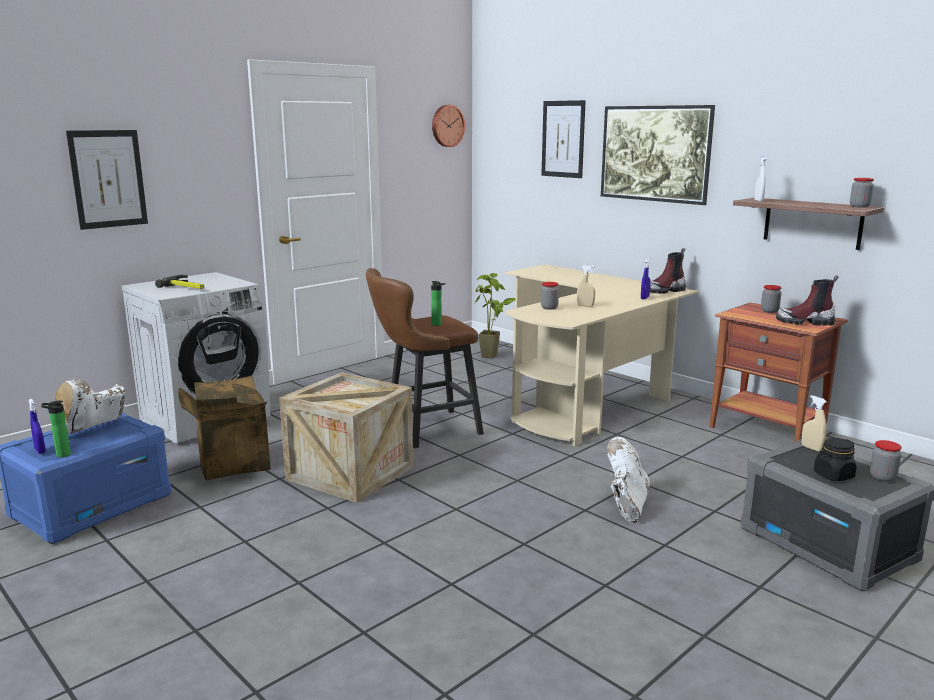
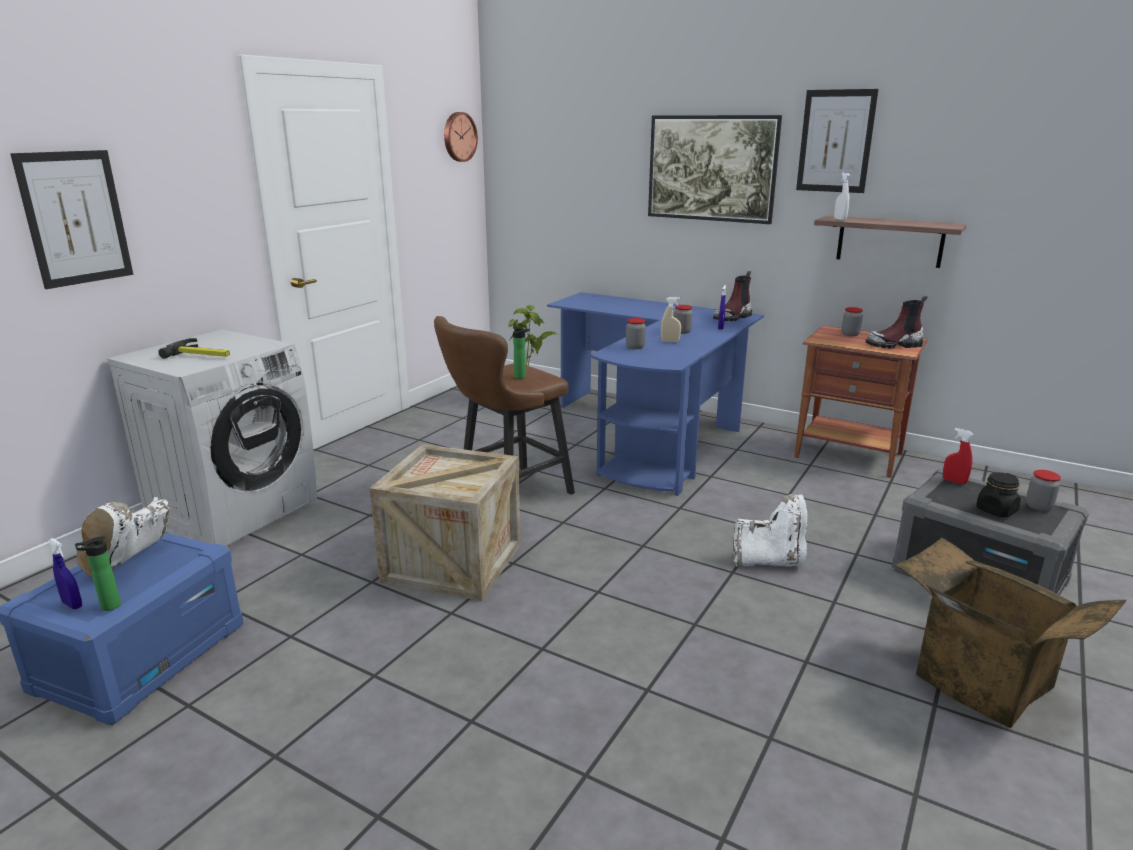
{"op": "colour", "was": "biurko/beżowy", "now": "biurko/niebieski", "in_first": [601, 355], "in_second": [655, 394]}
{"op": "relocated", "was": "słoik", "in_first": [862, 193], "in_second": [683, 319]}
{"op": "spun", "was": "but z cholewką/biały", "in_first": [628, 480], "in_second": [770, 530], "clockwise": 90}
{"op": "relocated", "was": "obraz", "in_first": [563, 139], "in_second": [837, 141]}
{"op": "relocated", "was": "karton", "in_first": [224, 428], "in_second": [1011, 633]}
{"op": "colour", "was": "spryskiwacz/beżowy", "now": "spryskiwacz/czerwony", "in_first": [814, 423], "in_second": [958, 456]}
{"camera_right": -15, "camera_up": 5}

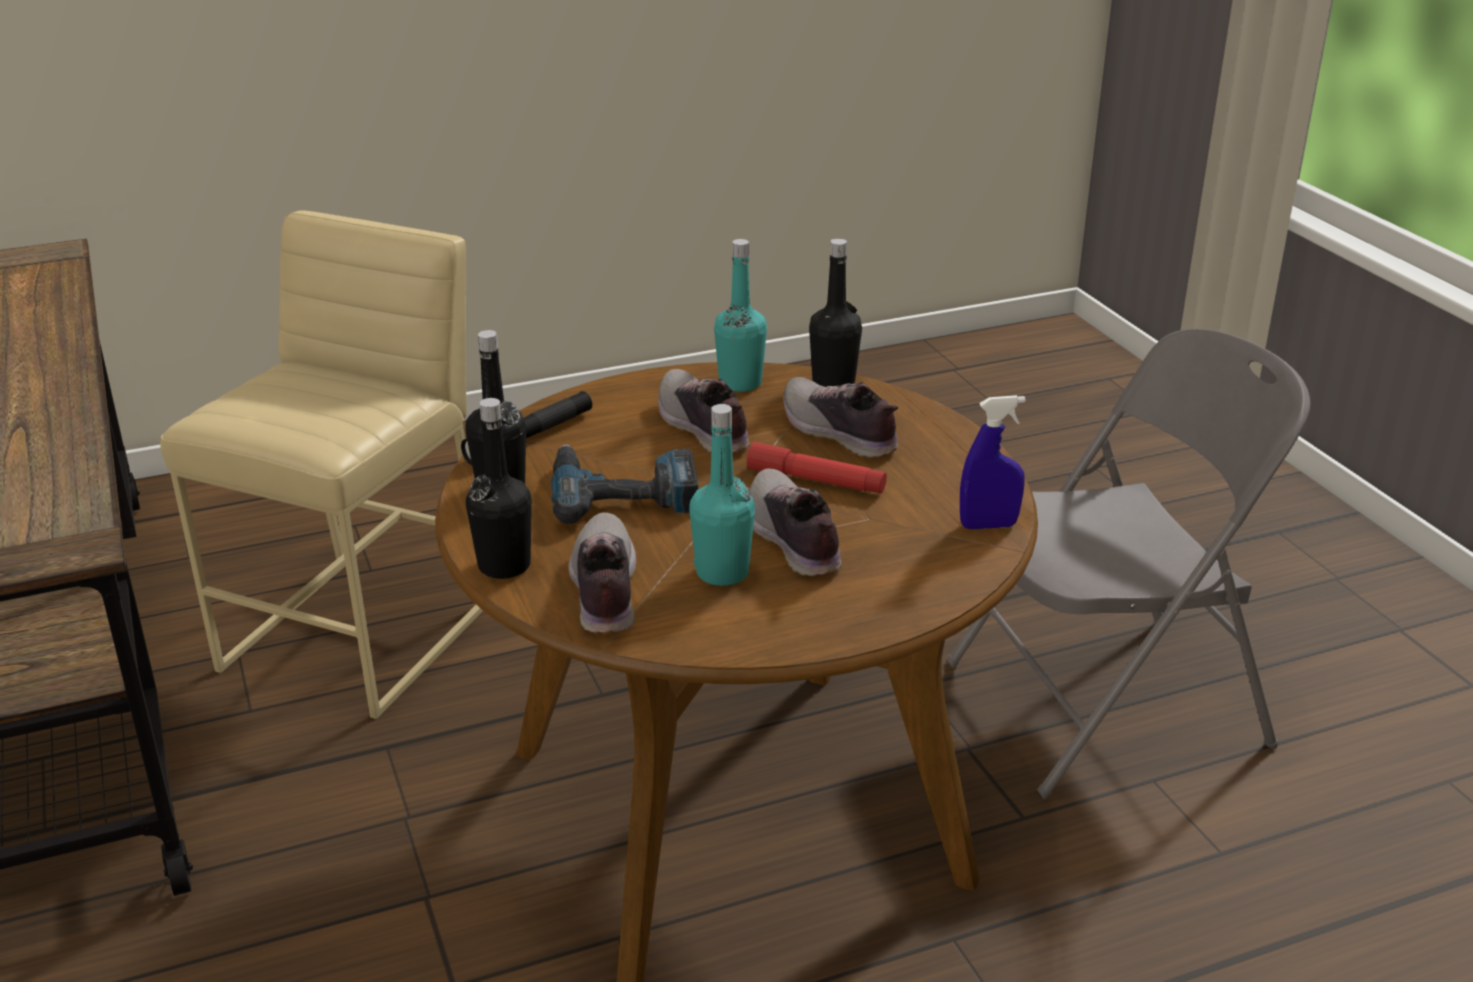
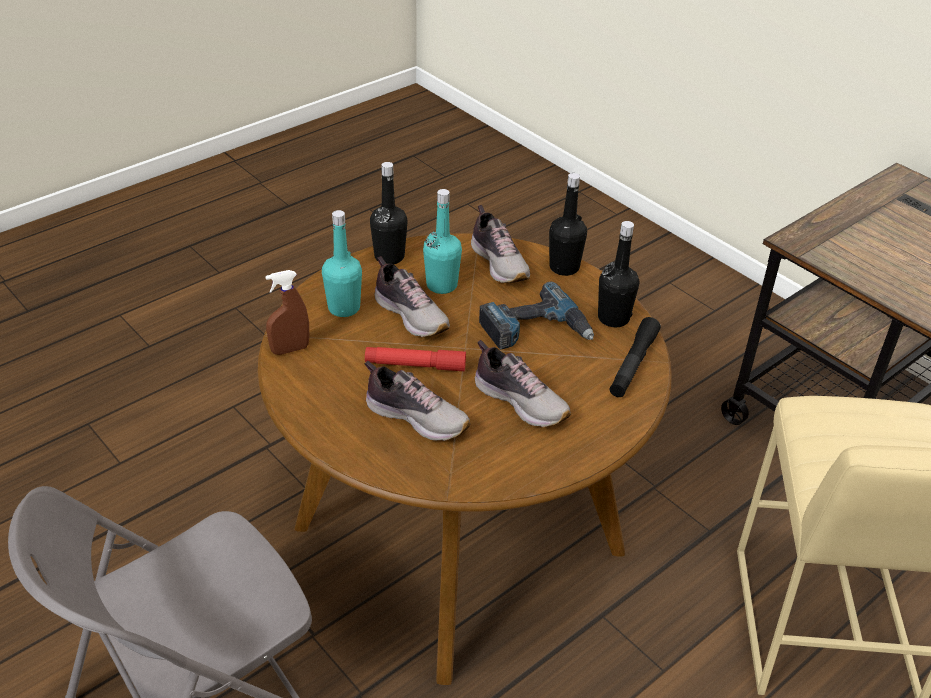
{"op": "colour", "was": "spryskiwacz/niebieski", "now": "spryskiwacz/brązowy", "in_first": [993, 462], "in_second": [287, 312]}
{"op": "relocated", "was": "butelka/turkusowy", "in_first": [740, 315], "in_second": [342, 263]}
{"op": "relocated", "was": "butelka/czarny", "in_first": [835, 313], "in_second": [389, 213]}
{"camera_right": 160, "camera_up": 10}

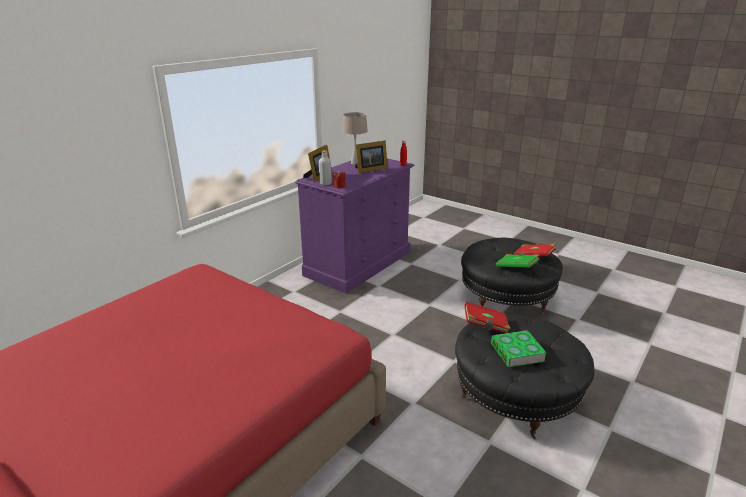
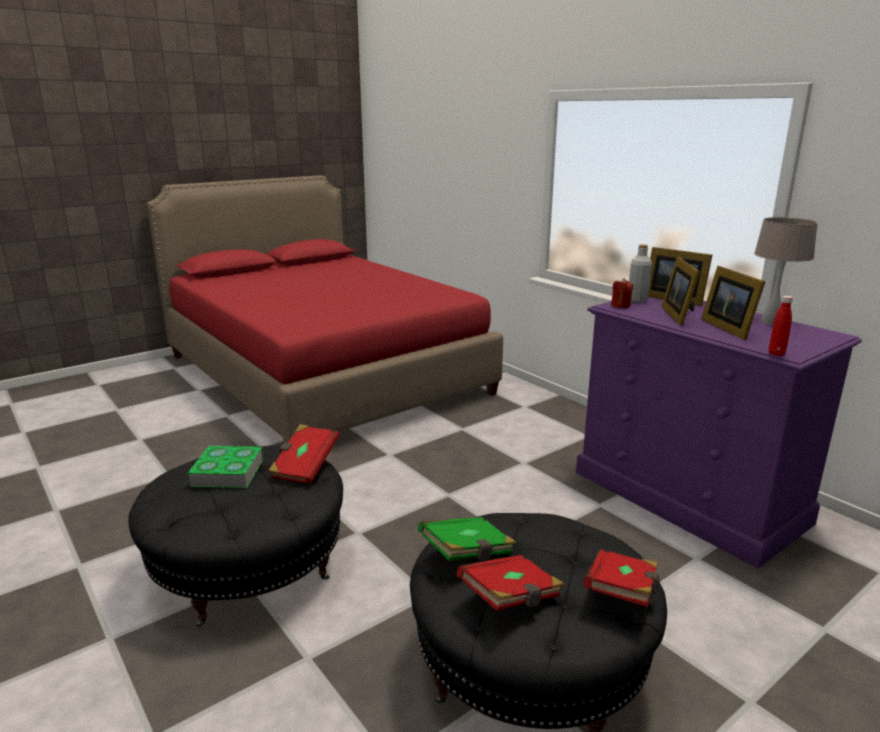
{"op": "appeared", "now": "książka/czerwony", "in_second": [622, 578]}
{"op": "appeared", "now": "ramka na zdjęcie", "in_second": [680, 291]}
{"camera_right": 105, "camera_up": -5}

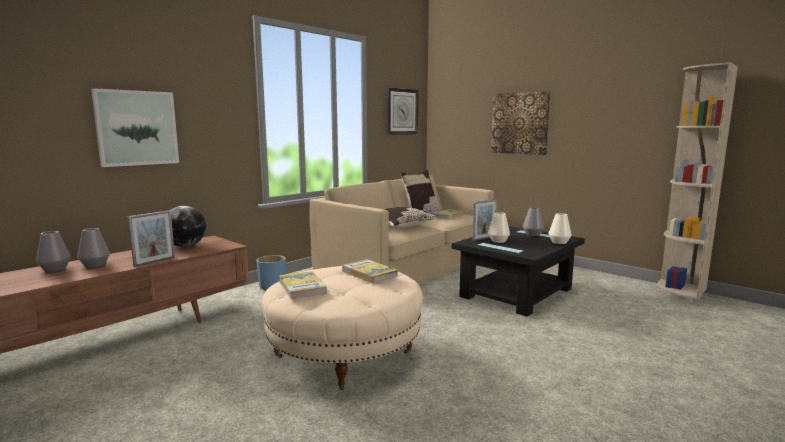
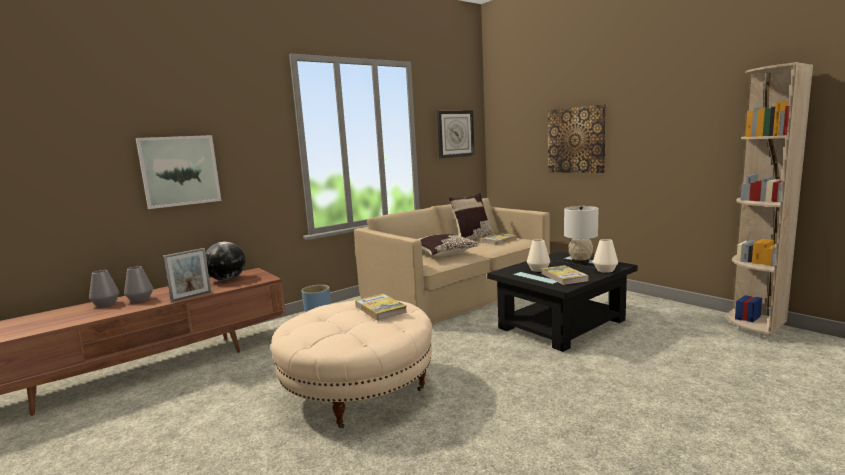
{"op": "relocated", "was": "książka", "in_first": [303, 285], "in_second": [565, 275]}
{"op": "exchanged", "was": "wazon/szary", "now": "lampa stołowa/biały", "in_first": [533, 221], "in_second": [581, 234]}
{"op": "missing", "was": "ramka na zdjęcie", "in_first": [484, 220]}
{"camera_right": 10, "camera_up": 0}

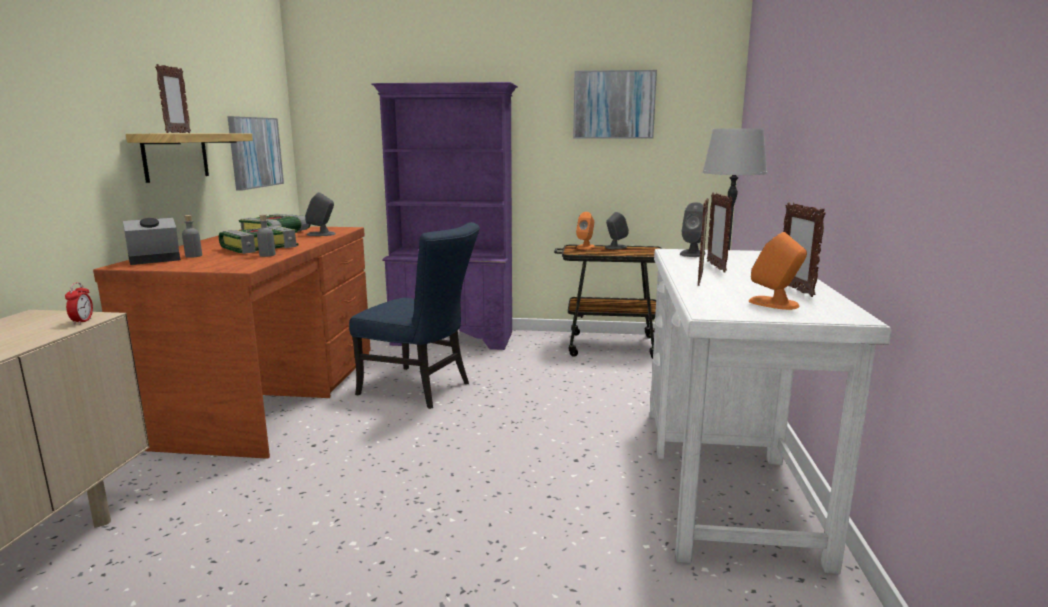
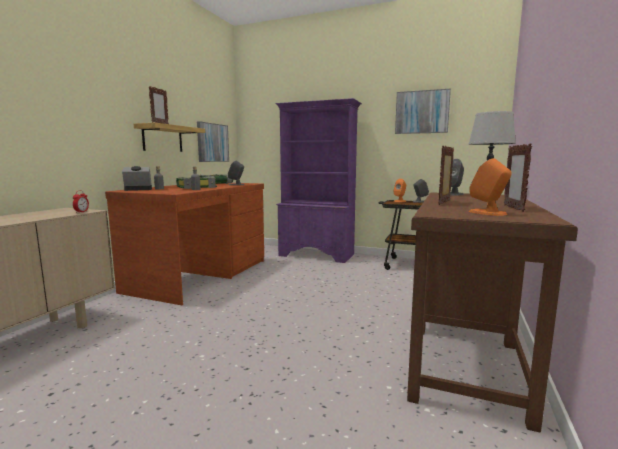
{"op": "colour", "was": "biurko/biały", "now": "biurko/brązowy", "in_first": [770, 411], "in_second": [492, 312]}
{"op": "missing", "was": "krzesło/niebieski", "in_first": [414, 315]}
{"op": "missing", "was": "ramka na zdjęcie", "in_first": [720, 232]}
{"camera_right": 15, "camera_up": -5}

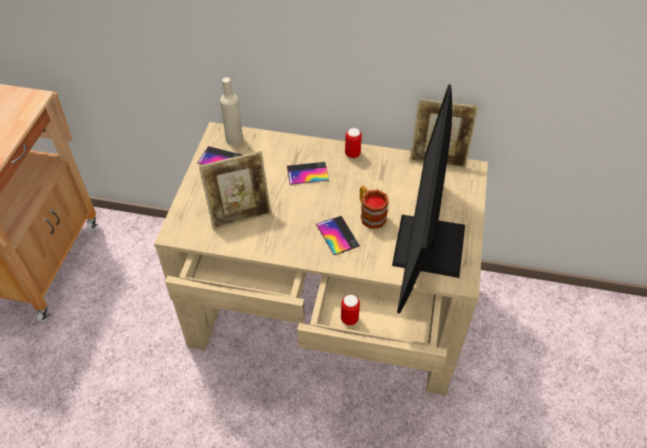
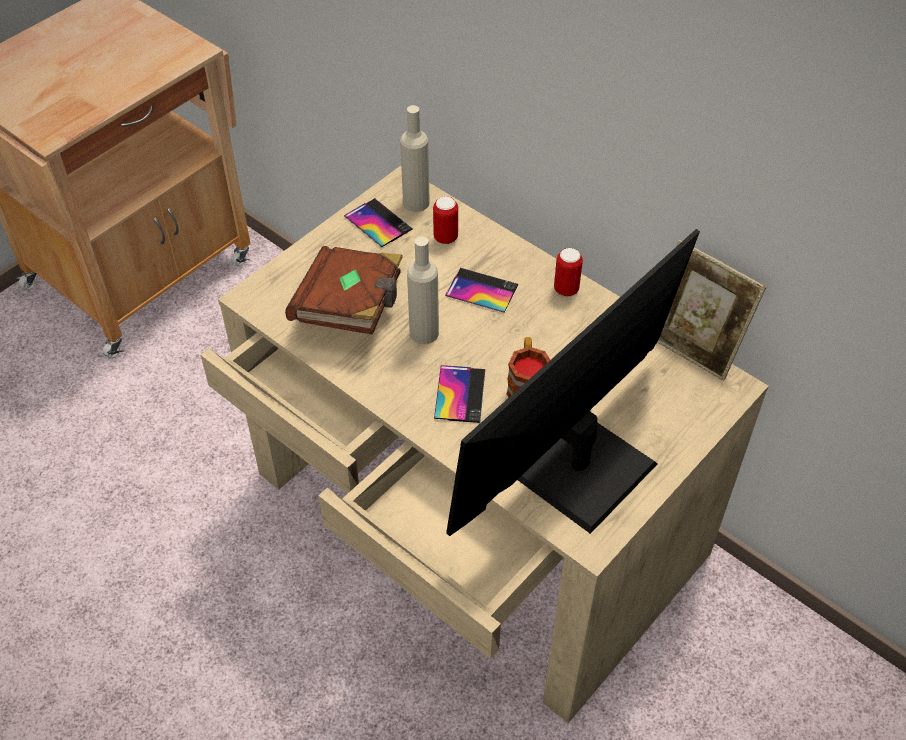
{"op": "exchanged", "was": "ramka na zdjęcie", "now": "książka/brązowy", "in_first": [235, 190], "in_second": [344, 290]}
{"op": "appeared", "now": "butelka/beżowy", "in_second": [423, 290]}
{"op": "relocated", "was": "puszka", "in_first": [350, 309], "in_second": [445, 220]}
{"camera_right": 30, "camera_up": 0}

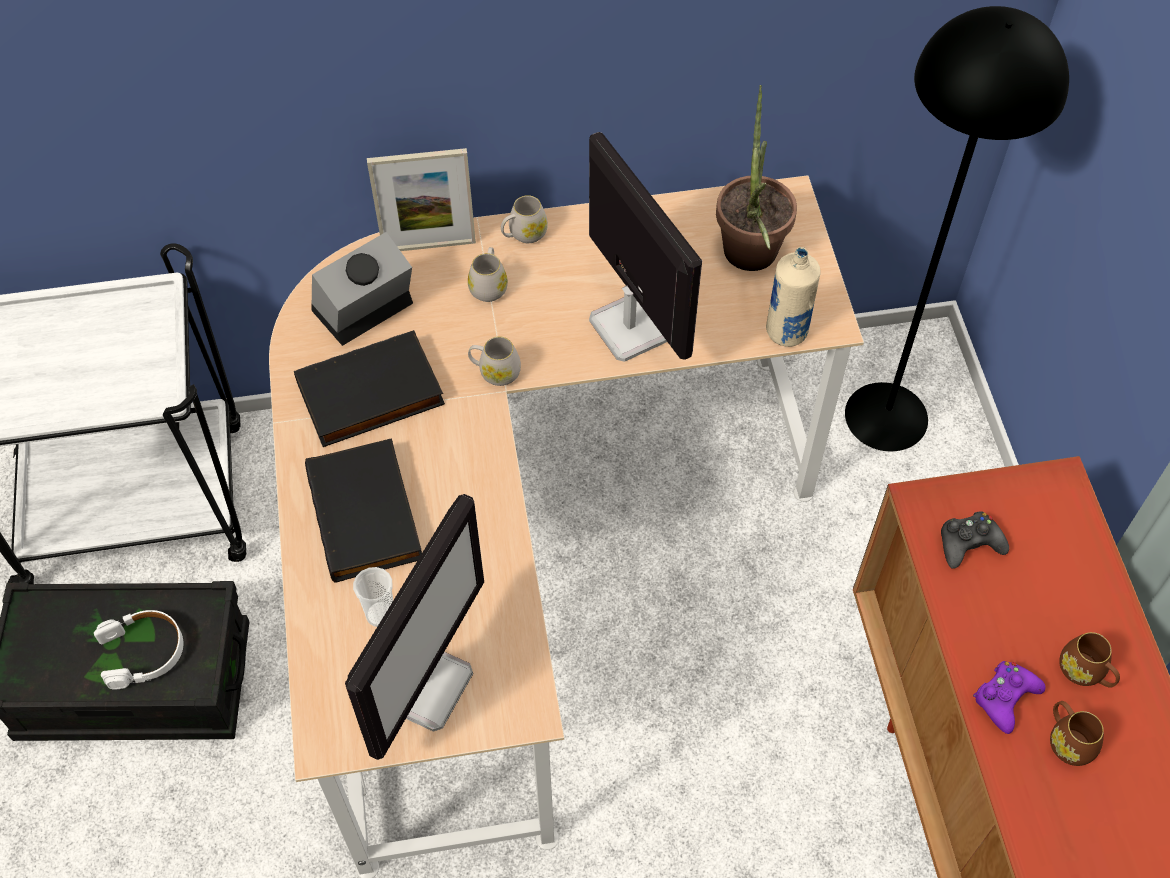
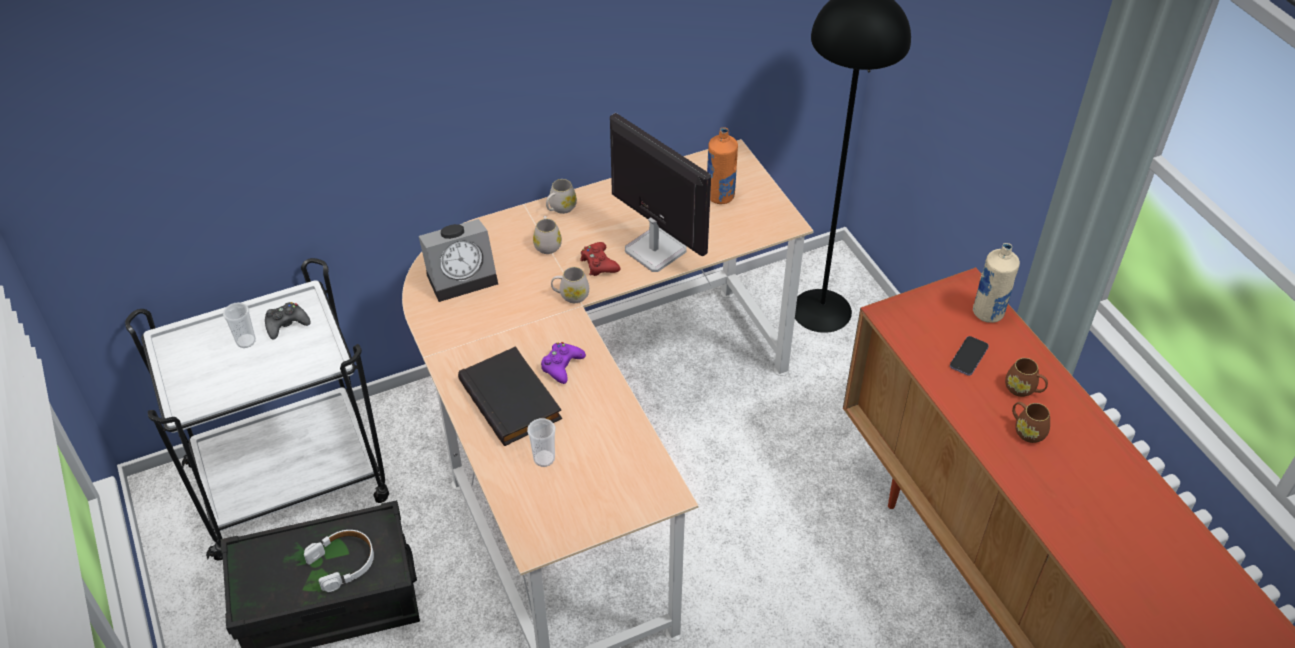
{"op": "appeared", "now": "filiżanka", "in_second": [239, 325]}
{"op": "relocated", "was": "pad do gier/czarny", "in_first": [975, 540], "in_second": [288, 321]}
{"op": "spun", "was": "budzik", "in_first": [362, 289], "in_second": [458, 260], "clockwise": -150}
{"op": "relocated", "was": "pad do gier/fioletowy", "in_first": [1009, 697], "in_second": [563, 363]}
{"op": "appeared", "now": "pad do gier/czerwony", "in_second": [600, 259]}
{"op": "exchanged", "was": "roślina doniczkowa", "now": "butelka/pomarańczowy", "in_first": [756, 178], "in_second": [722, 166]}
{"op": "appeared", "now": "telefon", "in_second": [969, 356]}
{"op": "relocated", "was": "butelka/beżowy", "in_first": [793, 297], "in_second": [996, 283]}
{"op": "missing", "was": "książka/czarny", "in_first": [369, 388]}
{"op": "missing", "was": "monitor", "in_first": [414, 627]}
{"op": "missing", "was": "ramka na zdjęcie", "in_first": [421, 199]}
{"camera_right": -15, "camera_up": -10}

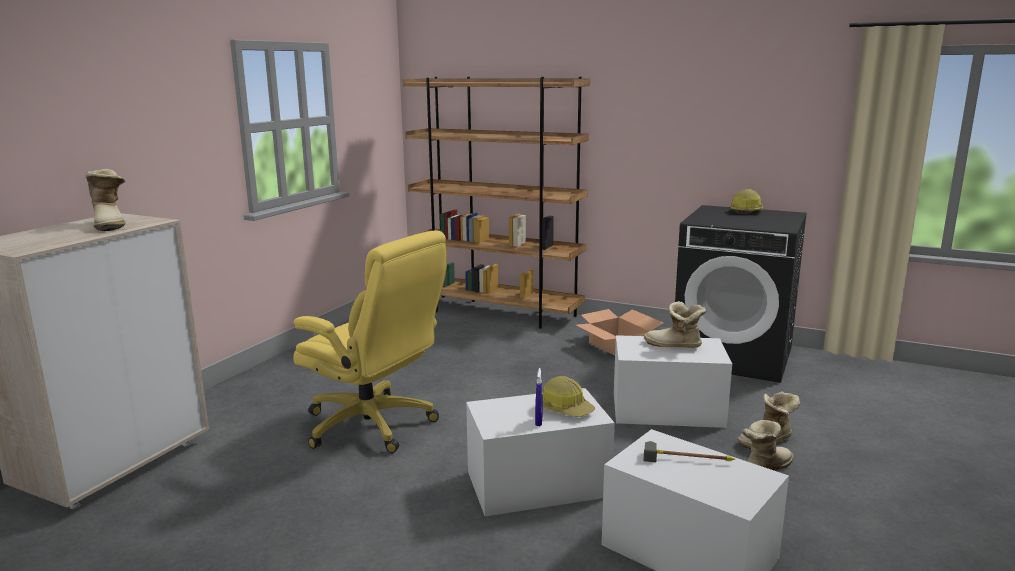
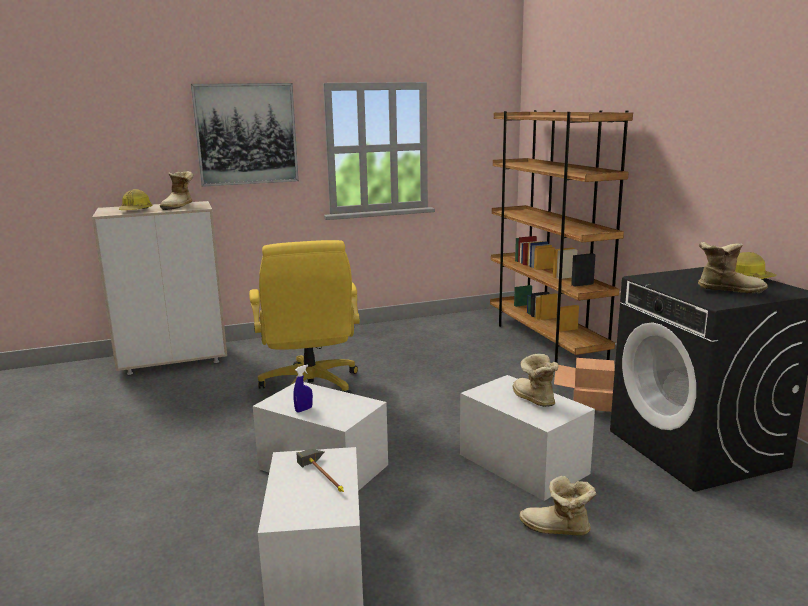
{"op": "relocated", "was": "kask", "in_first": [568, 396], "in_second": [135, 199]}
{"op": "appeared", "now": "obraz", "in_second": [245, 135]}
{"op": "relocated", "was": "but z cholewką", "in_first": [768, 445], "in_second": [732, 268]}
{"camera_right": 45, "camera_up": 0}

